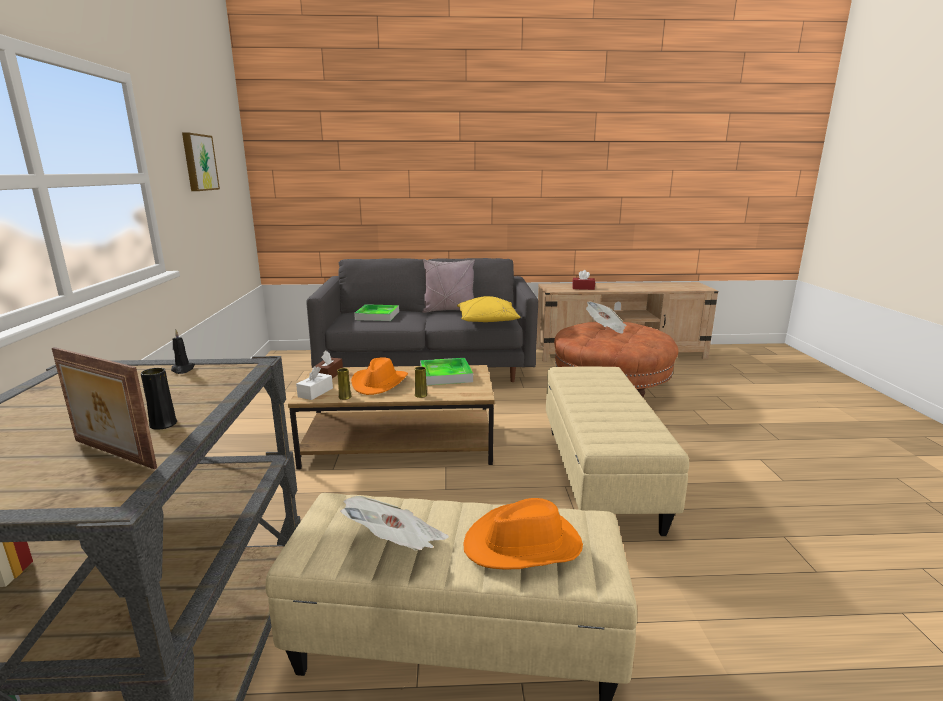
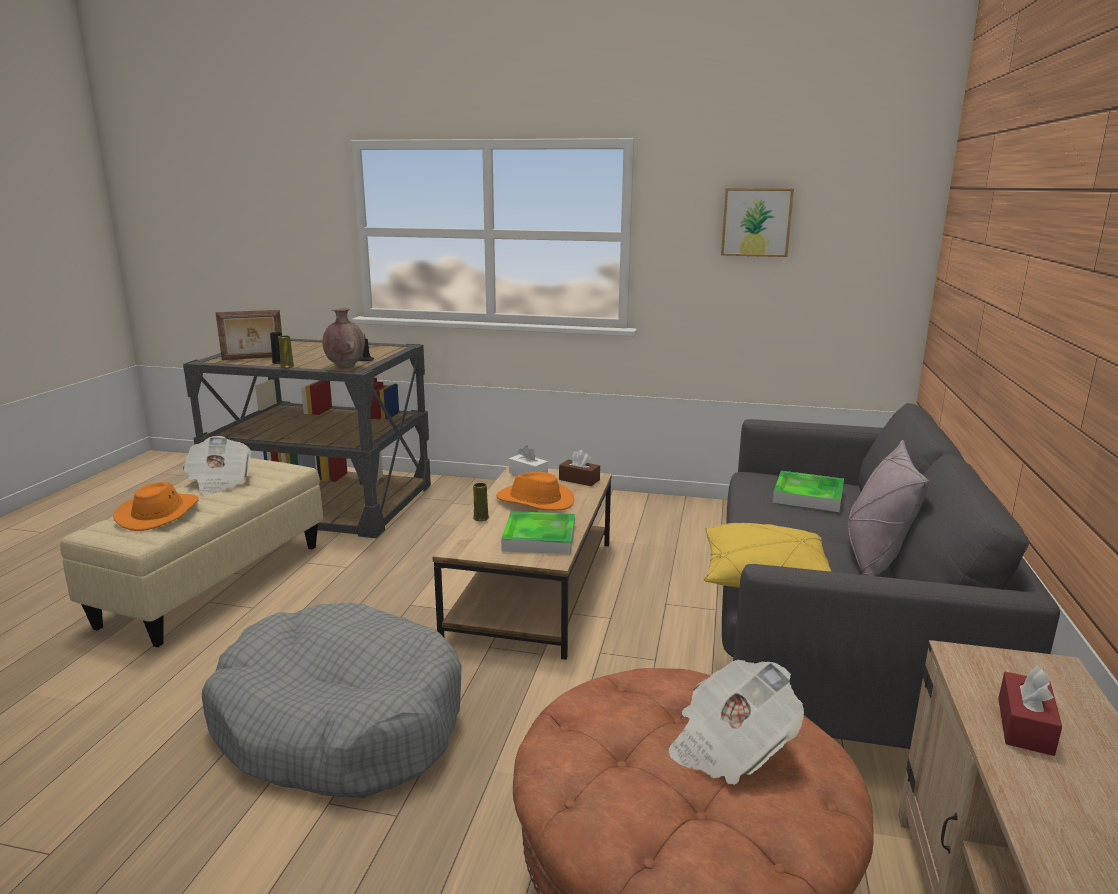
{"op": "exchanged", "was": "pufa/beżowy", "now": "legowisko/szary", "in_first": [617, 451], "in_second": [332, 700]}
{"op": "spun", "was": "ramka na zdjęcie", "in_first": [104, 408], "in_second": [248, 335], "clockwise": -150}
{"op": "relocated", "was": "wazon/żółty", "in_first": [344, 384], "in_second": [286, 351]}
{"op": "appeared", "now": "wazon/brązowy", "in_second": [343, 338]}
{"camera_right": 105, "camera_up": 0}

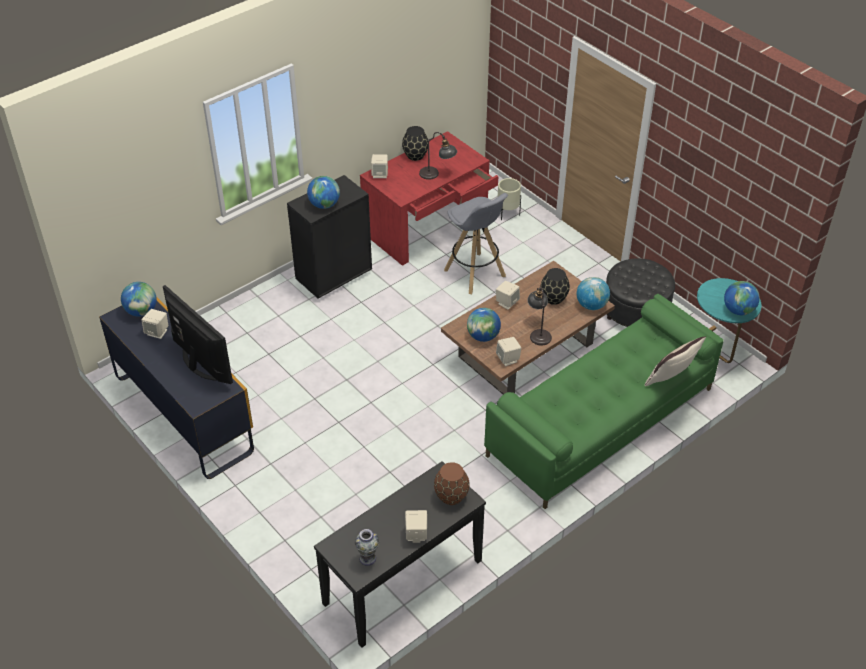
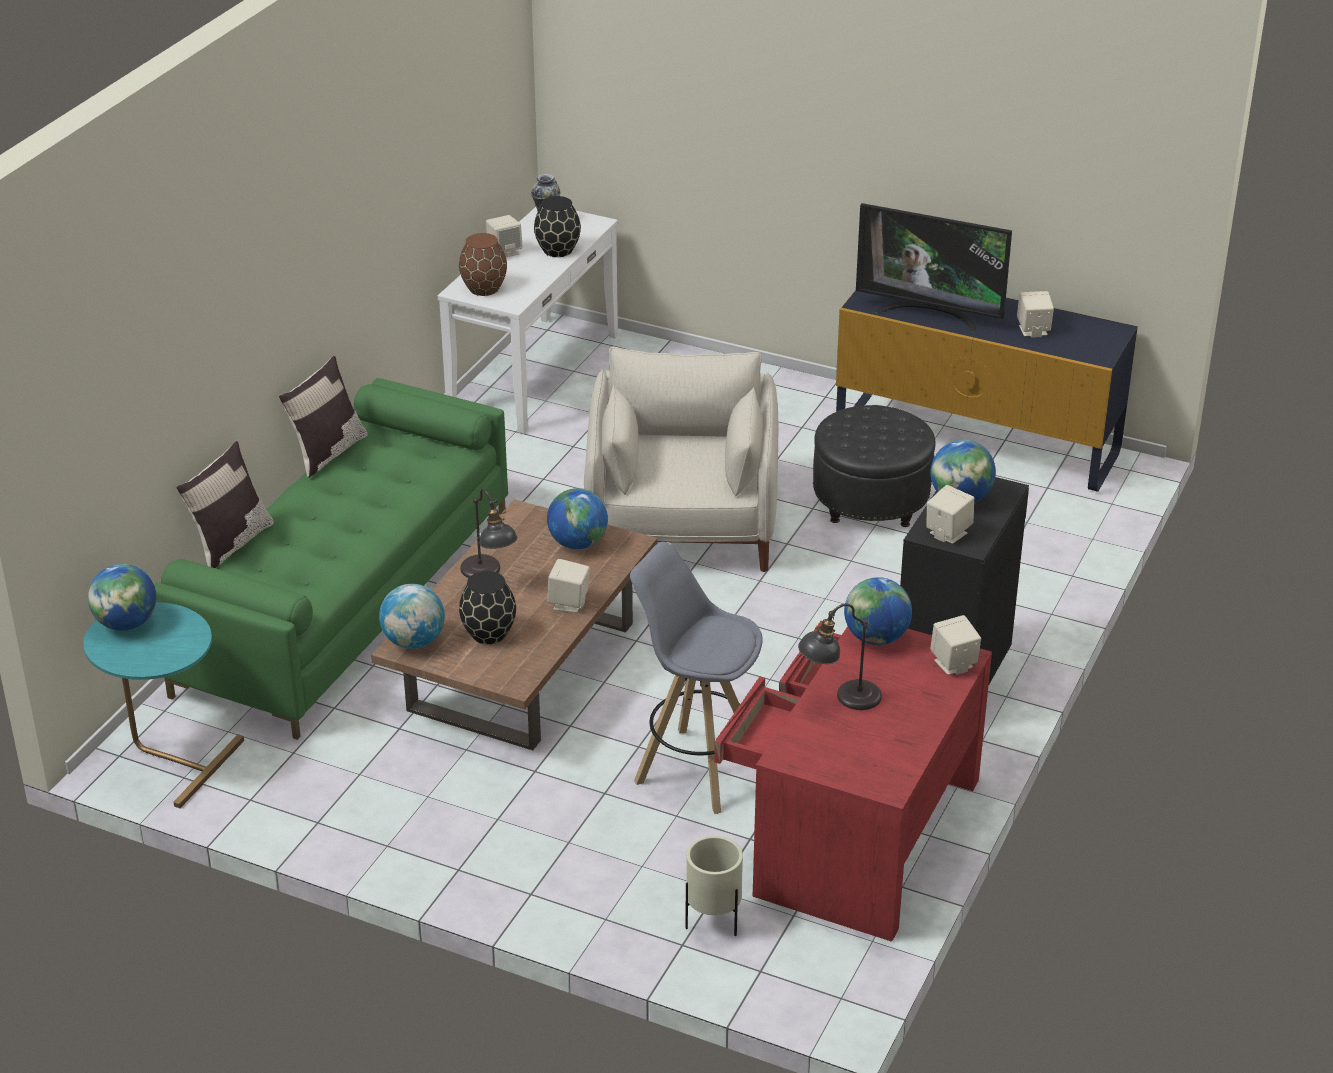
{"op": "appeared", "now": "poduszka", "in_second": [323, 417]}
{"op": "colour", "was": "stolik konsolowy/czarny", "now": "stolik konsolowy/biały", "in_first": [400, 554], "in_second": [528, 320]}
{"op": "relocated", "was": "wazon/czarny", "in_first": [415, 143], "in_second": [557, 226]}
{"op": "appeared", "now": "fotel/beżowy", "in_second": [681, 459]}
{"op": "relocated", "was": "pufa/czarny", "in_first": [640, 293], "in_second": [874, 466]}
{"op": "relocated", "was": "globus", "in_first": [139, 299], "in_second": [878, 611]}
{"op": "relocated", "was": "głośnik/beżowy", "in_first": [508, 351], "in_second": [950, 514]}
{"camera_right": 155, "camera_up": -10}

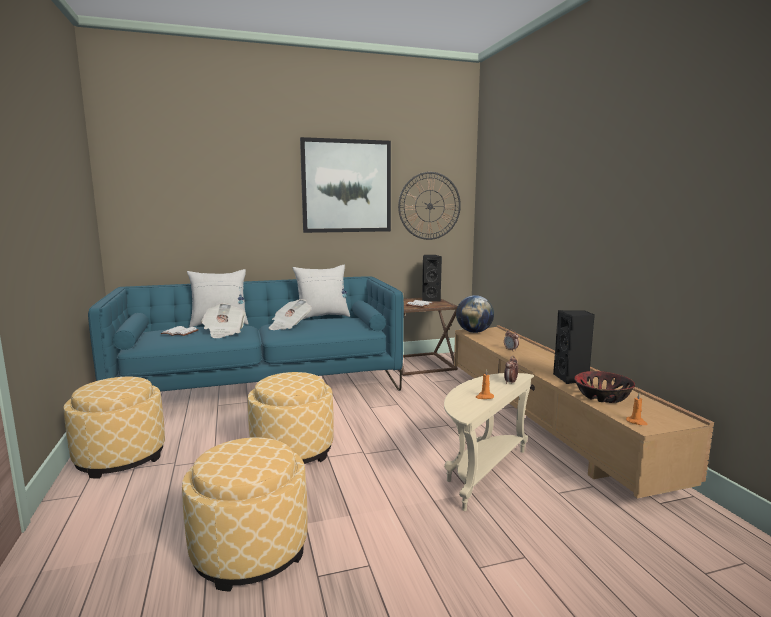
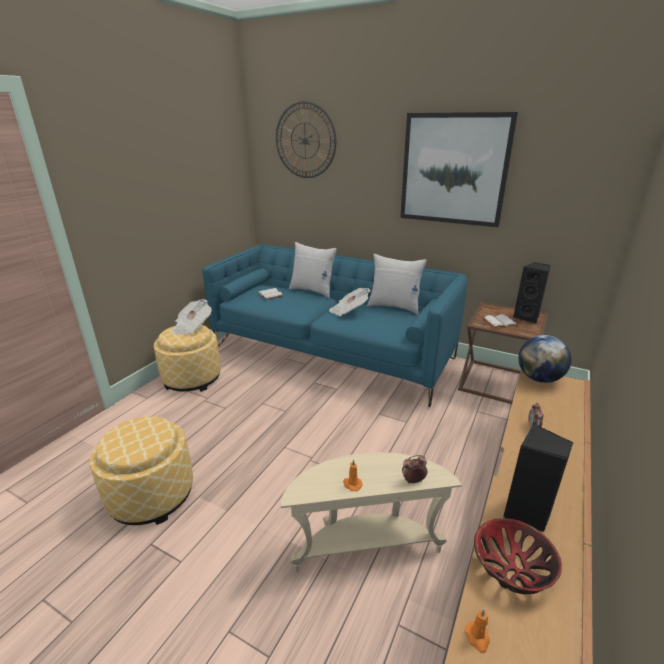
{"op": "relocated", "was": "gazeta", "in_first": [223, 320], "in_second": [192, 316]}
{"op": "relocated", "was": "zegar ścienny", "in_first": [429, 206], "in_second": [306, 139]}
{"op": "missing", "was": "pufa", "in_first": [291, 418]}
{"camera_right": 45, "camera_up": 15}

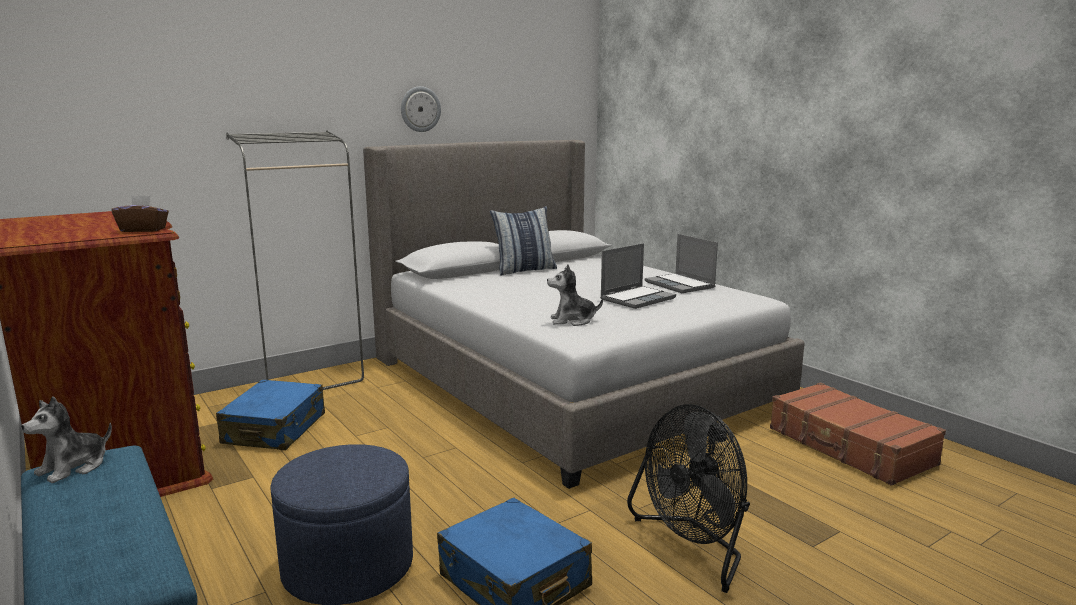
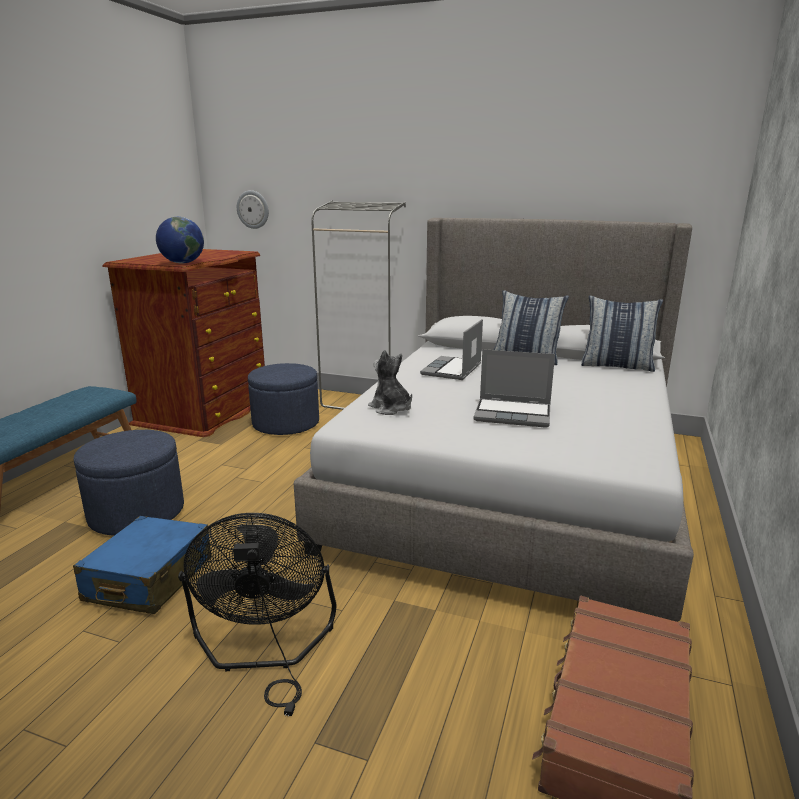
{"op": "exchanged", "was": "pudełko chusteczek/brązowy", "now": "globus", "in_first": [140, 213], "in_second": [180, 240]}
{"op": "spun", "was": "wentylator/czarny", "in_first": [688, 498], "in_second": [257, 615], "clockwise": 60}
{"op": "relocated", "was": "zegar ścienny", "in_first": [421, 109], "in_second": [253, 209]}
{"op": "exchanged", "was": "walizka/niebieski", "now": "pufa/niebieski", "in_first": [270, 415], "in_second": [283, 399]}
{"op": "relocated", "was": "laptop", "in_first": [681, 263], "in_second": [451, 349]}
{"op": "appeared", "now": "poduszka", "in_second": [622, 334]}
{"op": "missing", "was": "pluszak", "in_first": [66, 439]}
{"camera_right": 55, "camera_up": 5}

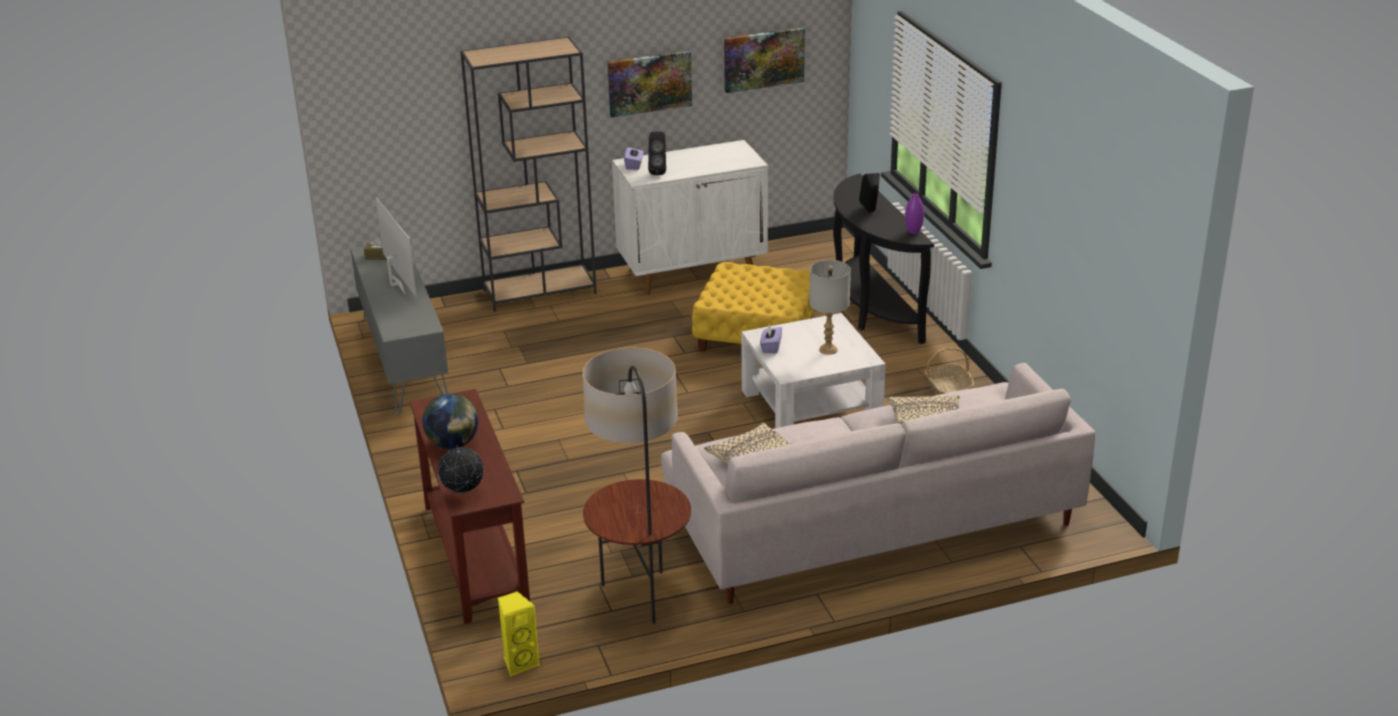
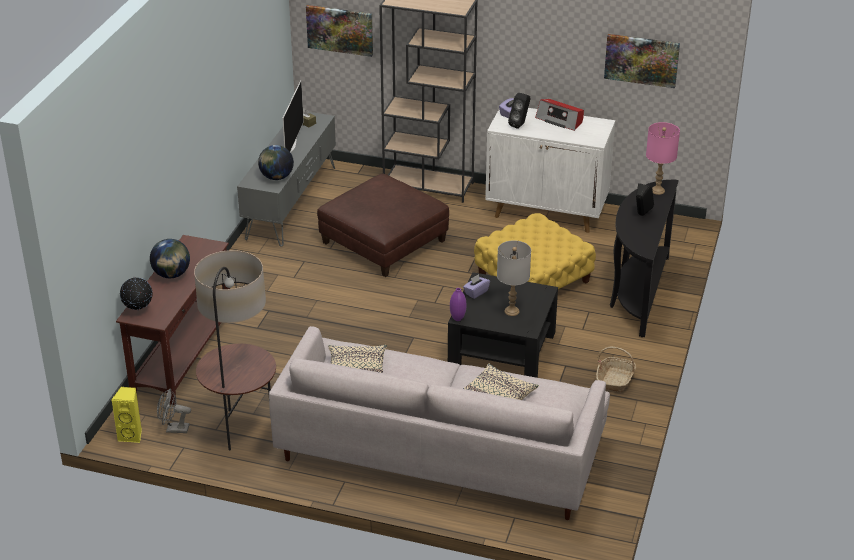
{"op": "appeared", "now": "wentylator/szary", "in_second": [174, 410]}
{"op": "appeared", "now": "globus", "in_second": [276, 162]}
{"op": "relocated", "was": "obraz", "in_first": [649, 84], "in_second": [339, 31]}
{"op": "appeared", "now": "pufa/brązowy", "in_second": [383, 225]}
{"op": "colour", "was": "ława/biały", "now": "ława/czarny", "in_first": [813, 370], "in_second": [503, 325]}
{"op": "relocated", "was": "wazon/fioletowy", "in_first": [914, 213], "in_second": [458, 304]}
{"op": "appeared", "now": "radio", "in_second": [559, 115]}
{"op": "appeared", "now": "lampa stołowa/różowy", "in_second": [663, 158]}
{"camera_right": 35, "camera_up": 5}

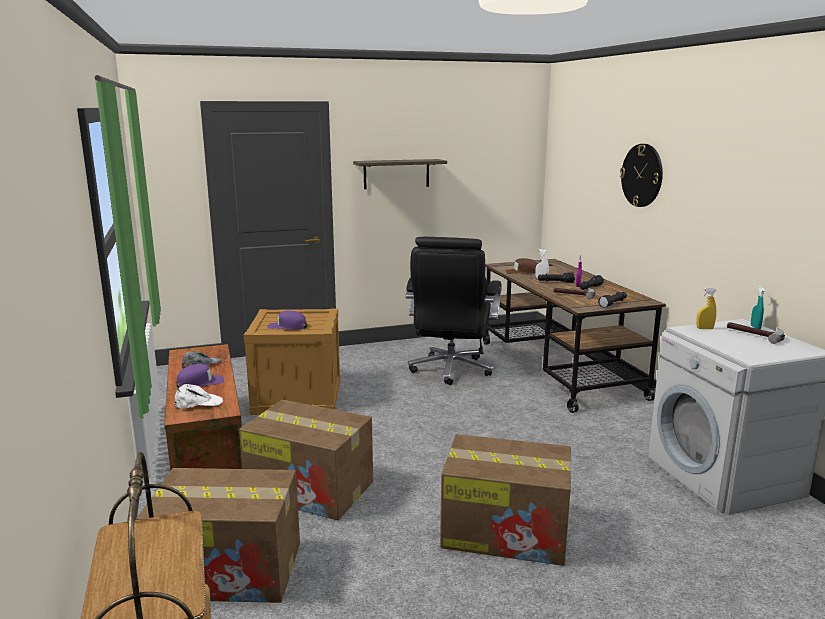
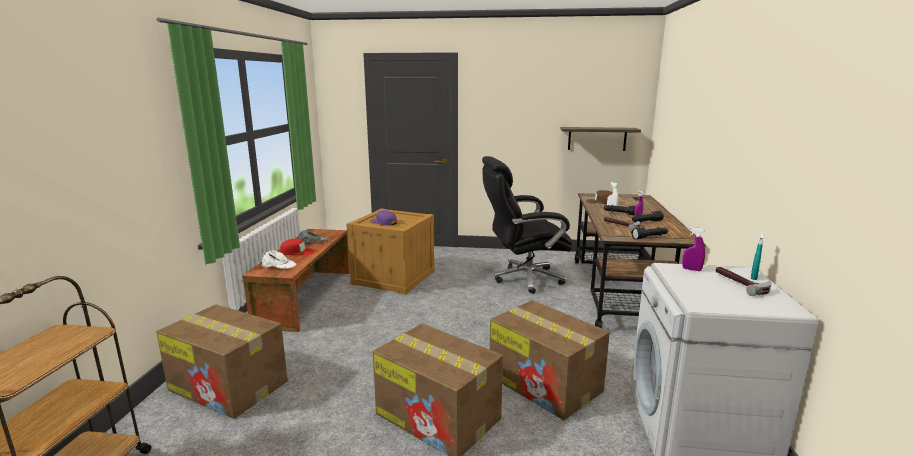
{"op": "colour", "was": "czapka z daszkiem/fioletowy", "now": "czapka z daszkiem/czerwony", "in_first": [200, 376], "in_second": [297, 247]}
{"op": "spun", "was": "krzesło biurowe/czarny", "in_first": [454, 310], "in_second": [527, 225], "clockwise": 45}
{"op": "relocated", "was": "karton", "in_first": [306, 460], "in_second": [550, 360]}
{"op": "relocated", "was": "półka", "in_first": [400, 174], "in_second": [601, 139]}
{"op": "colour", "was": "spryskiwacz/żółty", "now": "spryskiwacz/fioletowy", "in_first": [707, 308], "in_second": [693, 249]}
{"op": "missing", "was": "zegar ścienny", "in_first": [641, 175]}
{"camera_right": 25, "camera_up": 0}

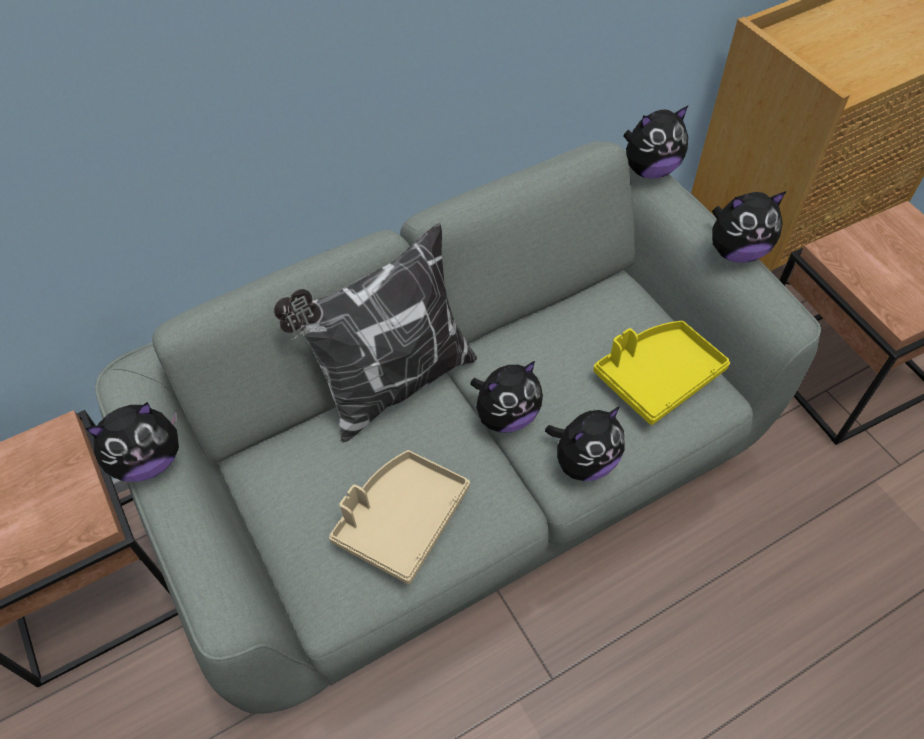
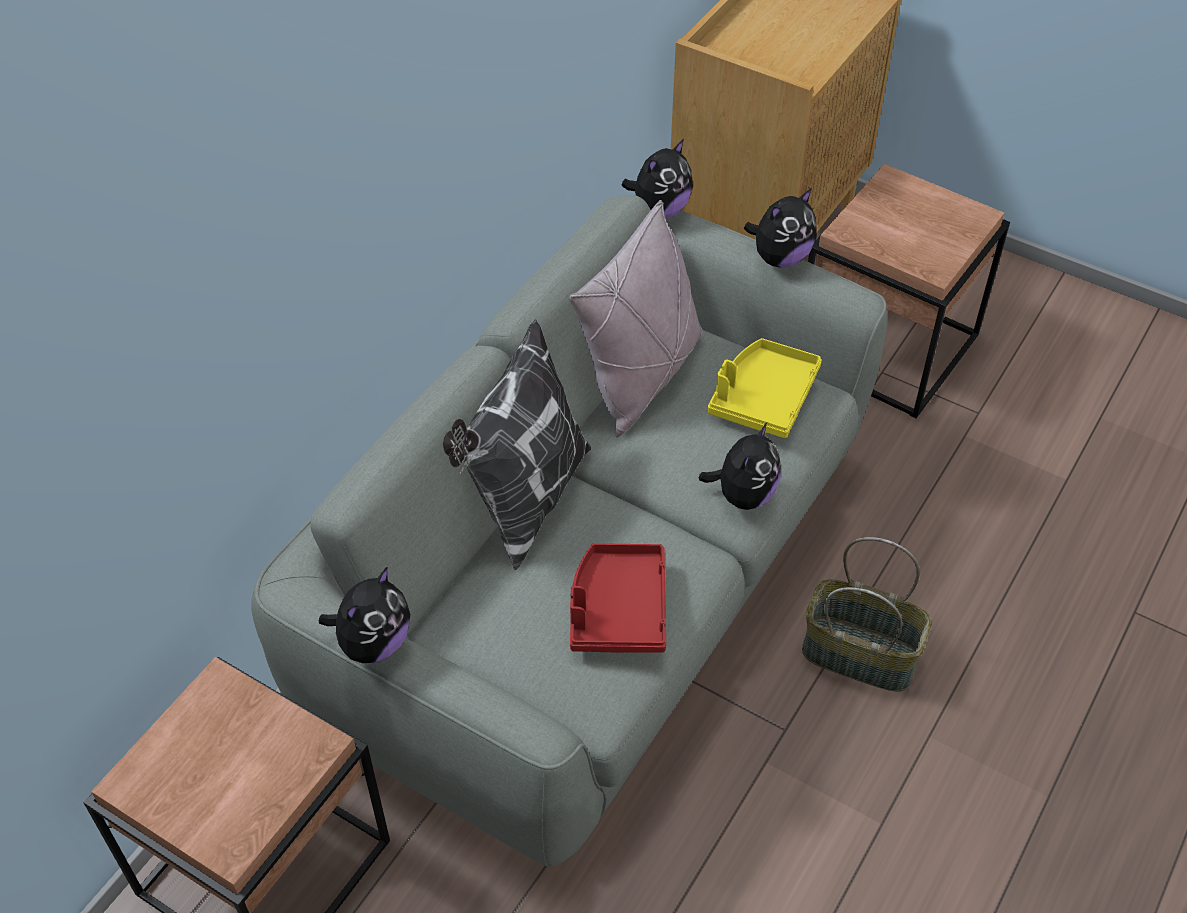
{"op": "appeared", "now": "poduszka/fioletowy", "in_second": [635, 318]}
{"op": "colour", "was": "taca/beżowy", "now": "taca/czerwony", "in_first": [399, 517], "in_second": [618, 598]}
{"op": "appeared", "now": "koszyk", "in_second": [867, 614]}
{"op": "missing", "was": "pluszak", "in_first": [506, 396]}
{"camera_right": -30, "camera_up": -5}

